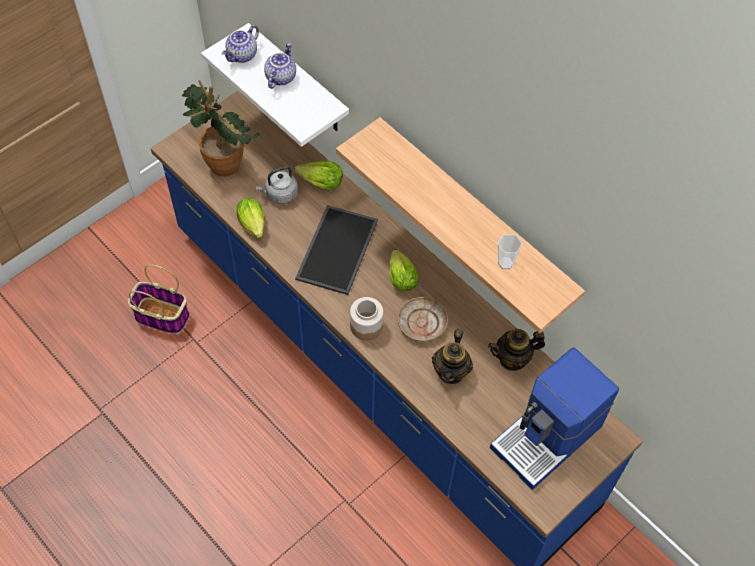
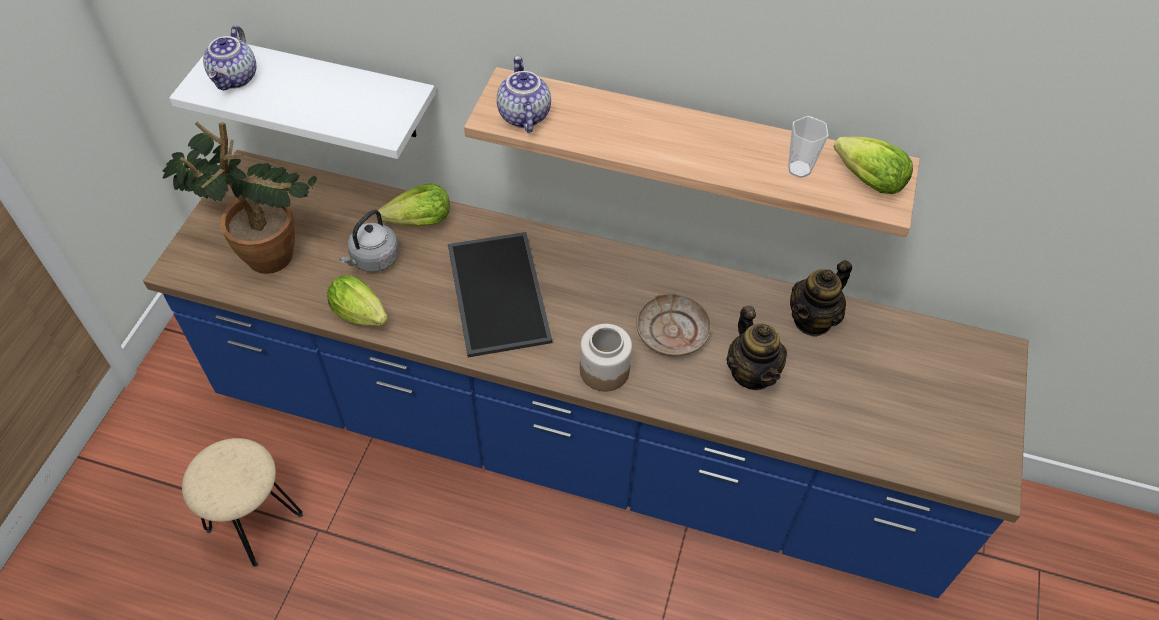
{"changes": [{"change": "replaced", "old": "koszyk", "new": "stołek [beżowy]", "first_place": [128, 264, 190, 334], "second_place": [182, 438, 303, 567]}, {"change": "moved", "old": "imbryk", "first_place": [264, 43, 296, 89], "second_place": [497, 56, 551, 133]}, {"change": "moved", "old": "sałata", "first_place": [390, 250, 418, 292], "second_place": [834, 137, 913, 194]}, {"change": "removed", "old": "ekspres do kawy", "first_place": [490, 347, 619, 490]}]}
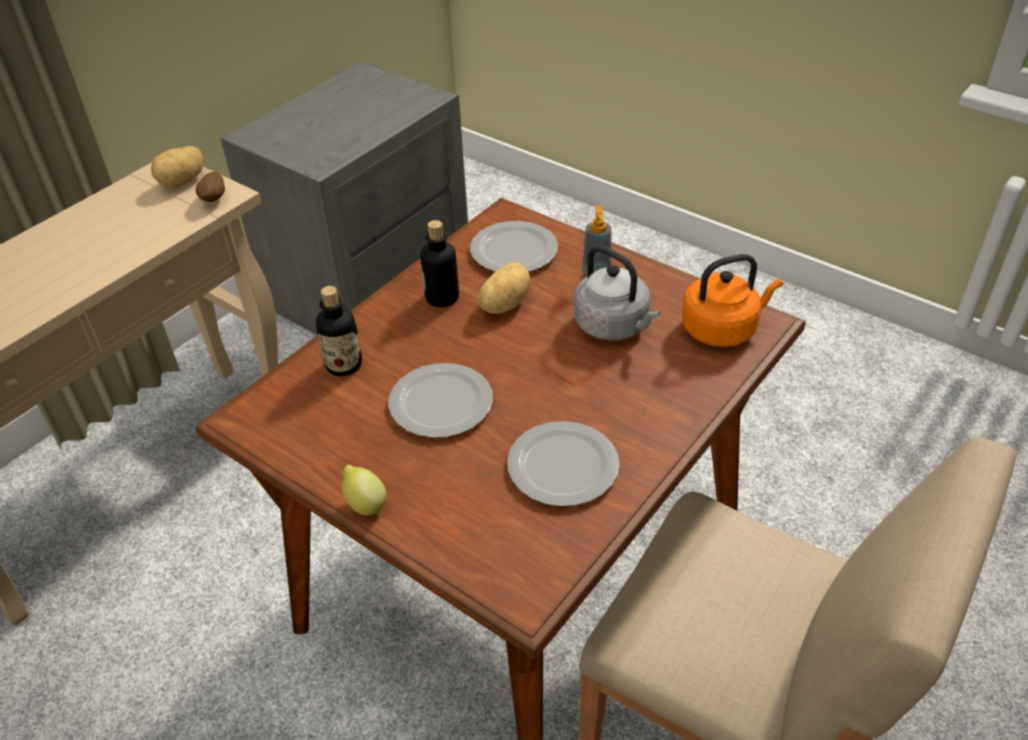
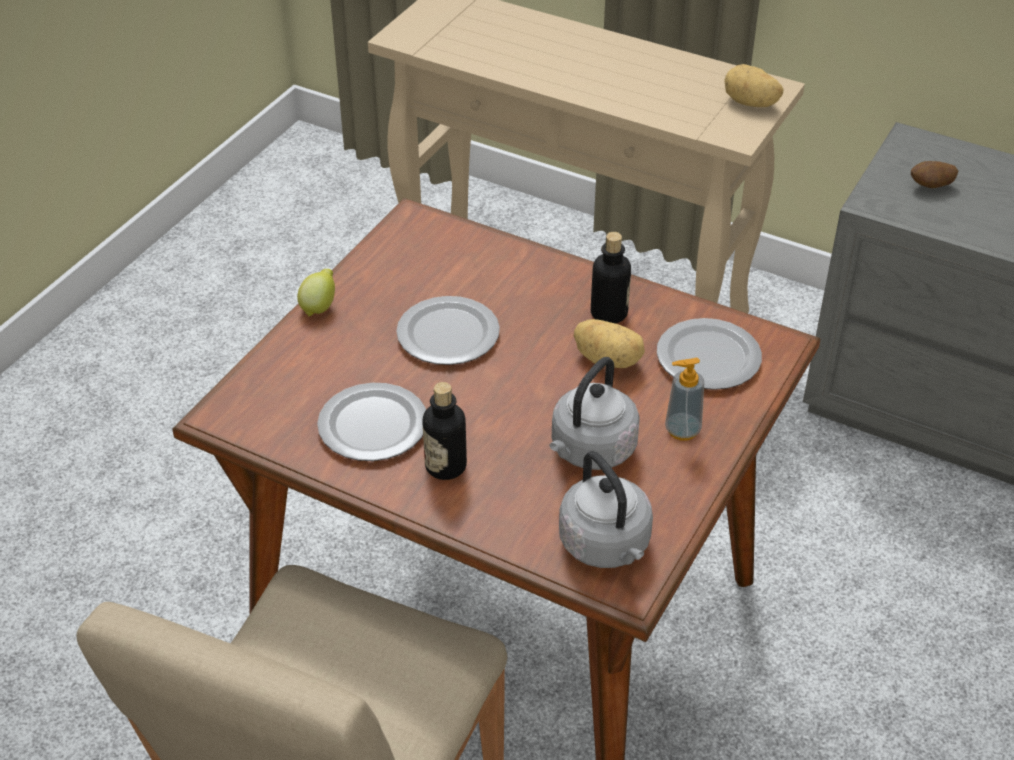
{"changes": [{"change": "moved", "old": "ziemniak", "first_place": [196, 171, 225, 202], "second_place": [911, 161, 958, 188]}, {"change": "moved", "old": "butelka", "first_place": [316, 286, 362, 376], "second_place": [423, 382, 467, 480]}, {"change": "recoloured", "old": "czajnik [pomarańczowy]", "new": "czajnik [szary]", "first_place": [682, 254, 783, 347], "second_place": [559, 451, 653, 568]}]}
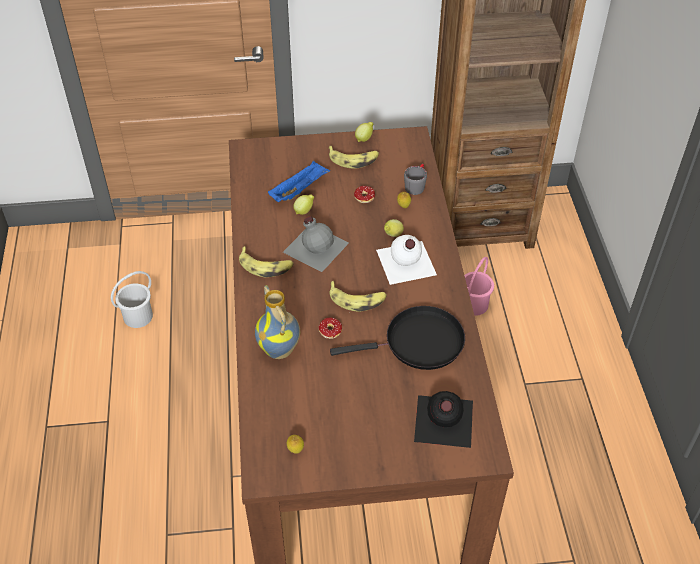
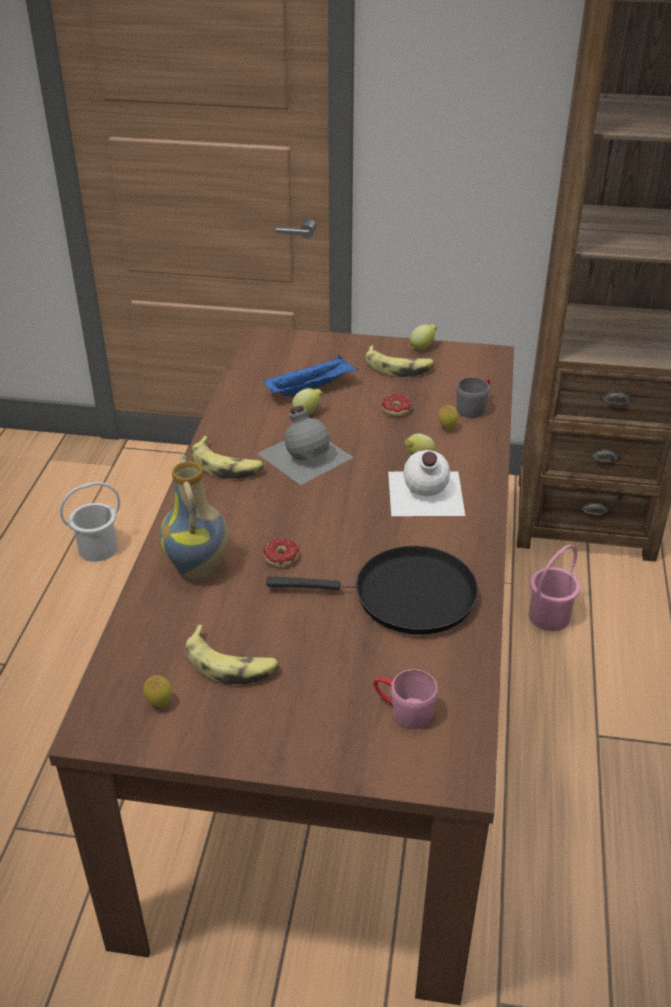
{"changes": [{"change": "moved", "old": "banan", "first_place": [330, 281, 387, 312], "second_place": [186, 624, 279, 685]}, {"change": "replaced", "old": "butelka [czarny]", "new": "kubek [różowy]", "first_place": [414, 391, 473, 448], "second_place": [373, 669, 438, 729]}]}
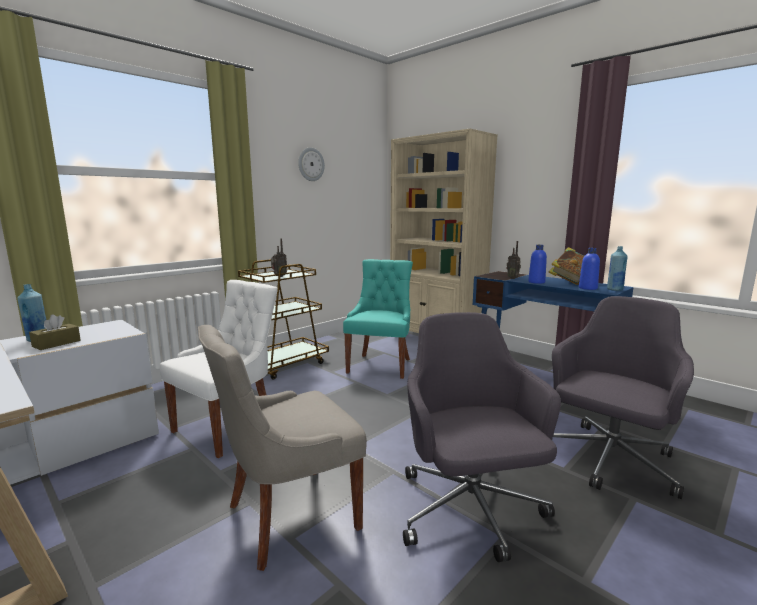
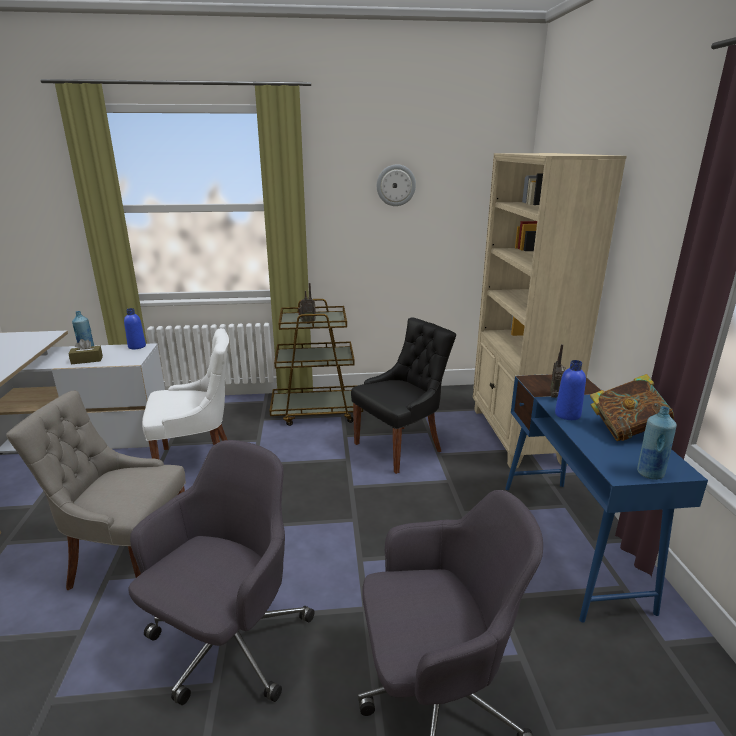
{"changes": [{"change": "recoloured", "old": "krzesło [turkusowy]", "new": "krzesło [czarny]", "first_place": [343, 259, 413, 379], "second_place": [351, 317, 456, 474]}, {"change": "moved", "old": "butelka [niebieski]", "first_place": [579, 248, 600, 290], "second_place": [124, 308, 146, 349]}]}
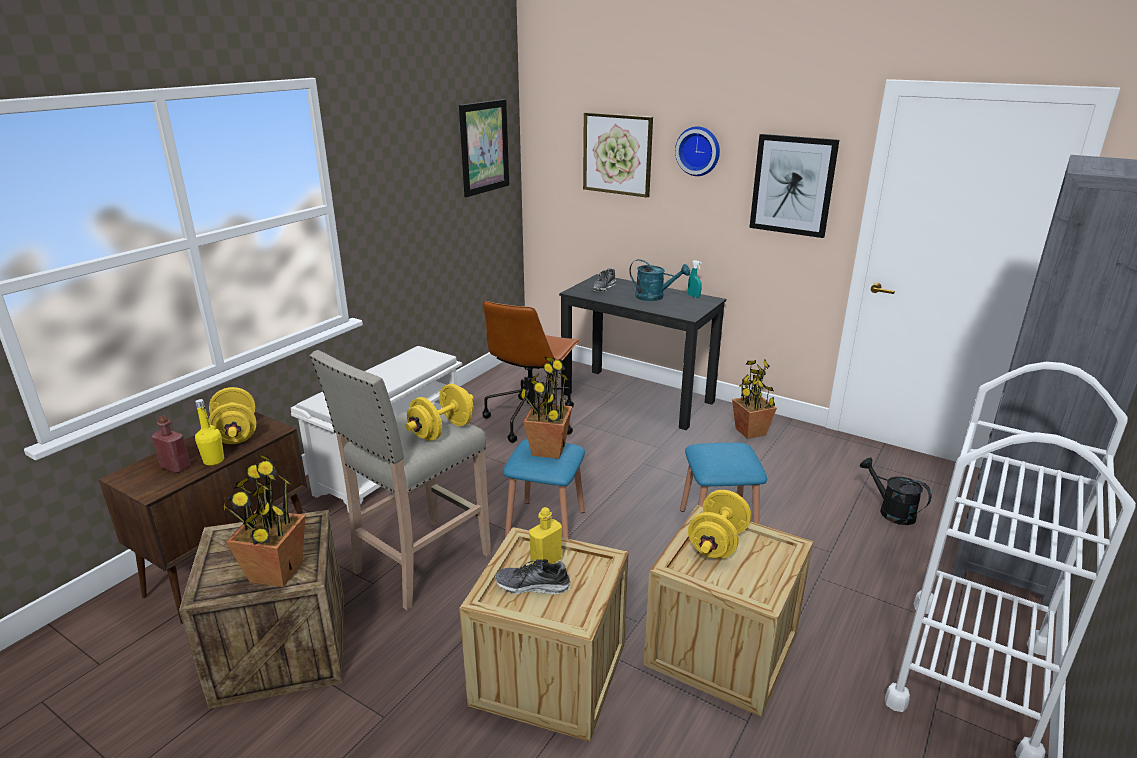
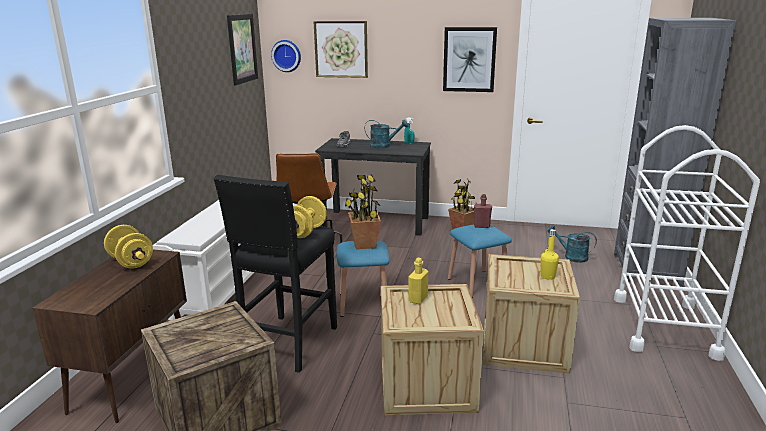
{"changes": [{"change": "moved", "old": "butelka [czerwony]", "first_place": [152, 415, 190, 473], "second_place": [474, 194, 492, 228]}, {"change": "moved", "old": "butelka [żółty]", "first_place": [195, 399, 224, 466], "second_place": [541, 229, 559, 280]}, {"change": "removed", "old": "roślina doniczkowa", "first_place": [223, 454, 306, 587]}, {"change": "recoloured", "old": "stołek [beżowy]", "new": "stołek [czarny]", "first_place": [310, 350, 491, 610], "second_place": [214, 175, 337, 373]}, {"change": "removed", "old": "but", "first_place": [495, 559, 570, 594]}, {"change": "moved", "old": "zegar ścienny", "first_place": [675, 126, 720, 176], "second_place": [271, 40, 301, 72]}, {"change": "removed", "old": "hantel [żółty]", "first_place": [688, 490, 751, 559]}, {"change": "recoloured", "old": "konewka [czarny]", "new": "konewka [turkusowy]", "first_place": [860, 457, 932, 525], "second_place": [548, 225, 597, 263]}]}
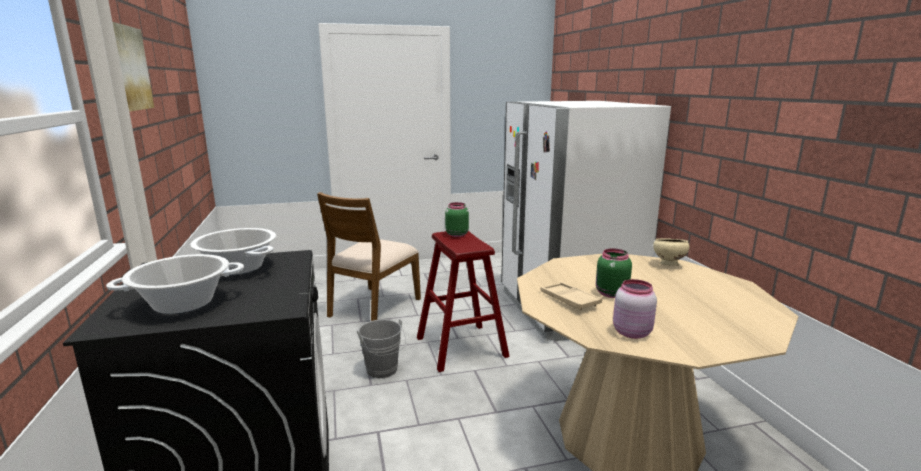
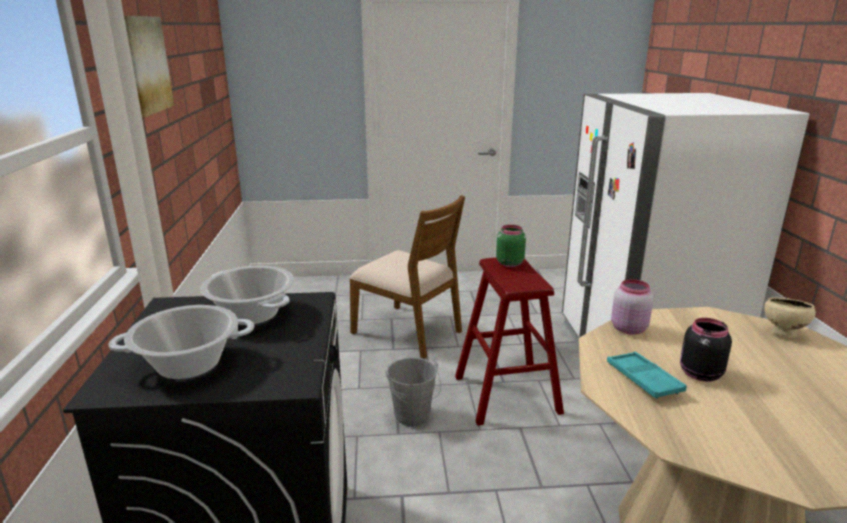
{"changes": [{"change": "turned", "old": "krzesło [brązowy]", "first_place": [317, 192, 421, 321], "second_place": [350, 195, 465, 359], "degrees": -90}, {"change": "recoloured", "old": "taca [beżowy]", "new": "taca [turkusowy]", "first_place": [540, 282, 602, 310], "second_place": [607, 351, 687, 398]}, {"change": "recoloured", "old": "słoik [zielony]", "new": "słoik [czarny]", "first_place": [596, 248, 632, 298], "second_place": [680, 318, 732, 382]}, {"change": "moved", "old": "słoik [różowy]", "first_place": [613, 279, 657, 339], "second_place": [611, 279, 653, 335]}]}
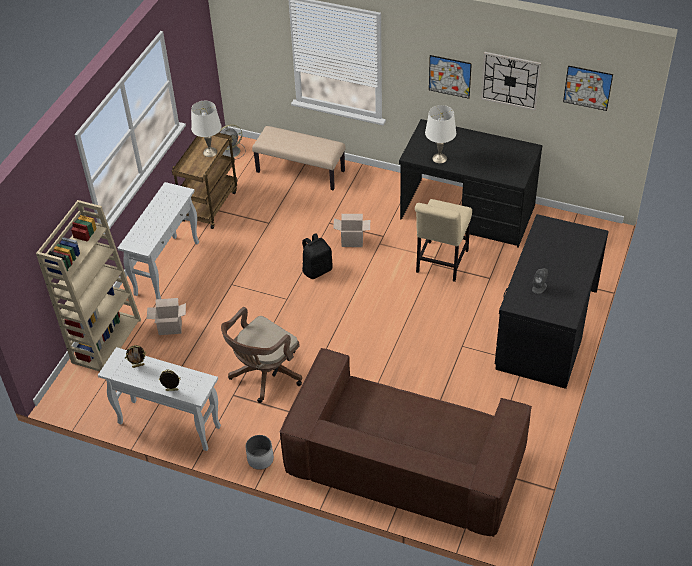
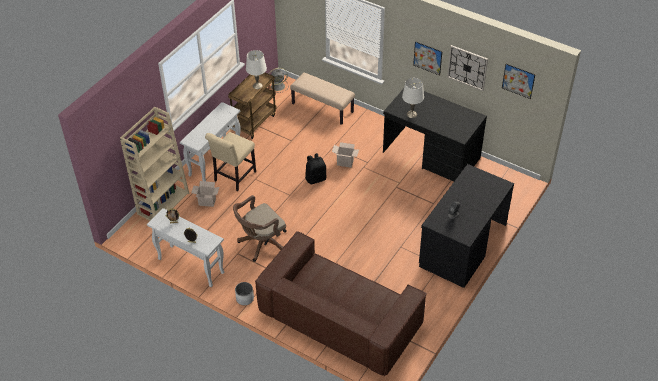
{"changes": [{"change": "moved", "old": "krzesło [beżowy]", "first_place": [415, 199, 472, 282], "second_place": [205, 132, 256, 191]}]}
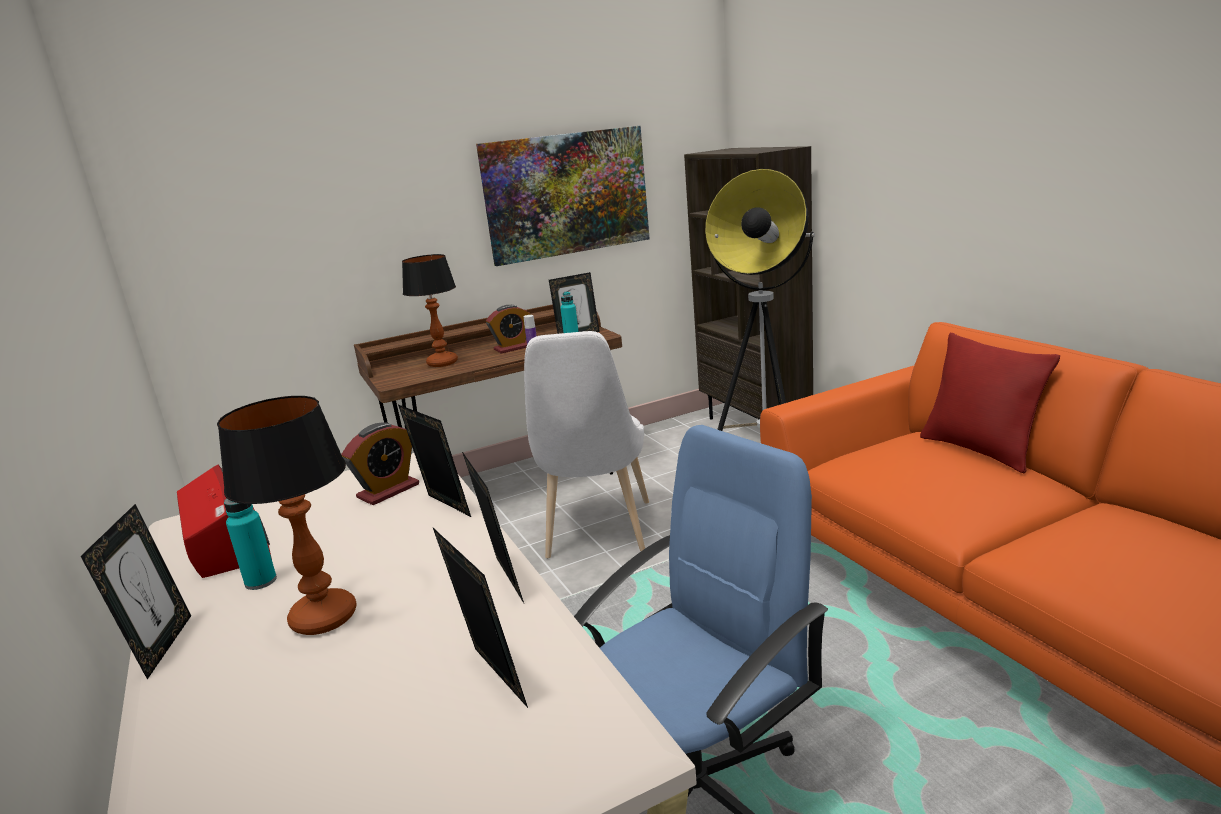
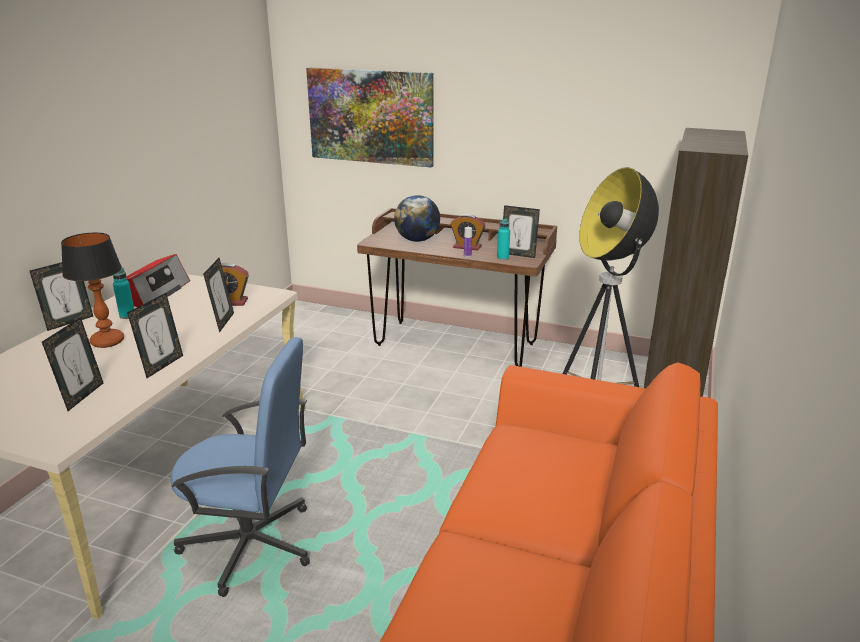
{"changes": [{"change": "replaced", "old": "lampa stołowa", "new": "globus", "first_place": [402, 254, 458, 367], "second_place": [394, 195, 440, 242]}, {"change": "moved", "old": "obraz", "first_place": [476, 126, 650, 266], "second_place": [306, 68, 434, 168]}, {"change": "removed", "old": "krzesło [biały]", "first_place": [524, 331, 649, 558]}, {"change": "removed", "old": "poduszka [czerwony]", "first_place": [920, 333, 1060, 473]}]}
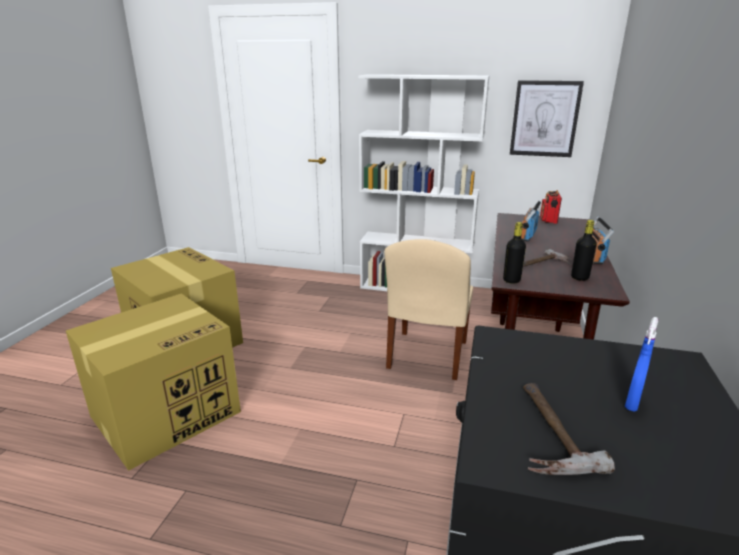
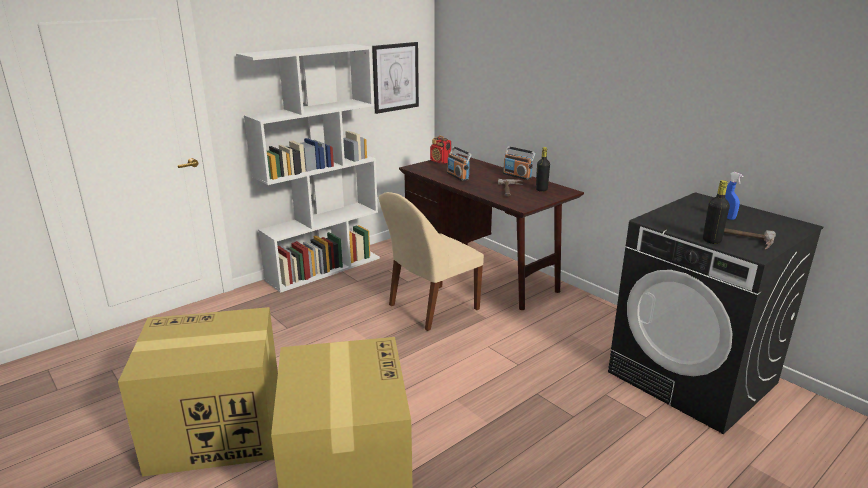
{"changes": [{"change": "turned", "old": "krzesło [beżowy]", "first_place": [384, 239, 473, 380], "second_place": [379, 192, 484, 331], "degrees": 90}, {"change": "moved", "old": "butelka [czarny]", "first_place": [503, 222, 526, 284], "second_place": [703, 180, 730, 244]}]}
